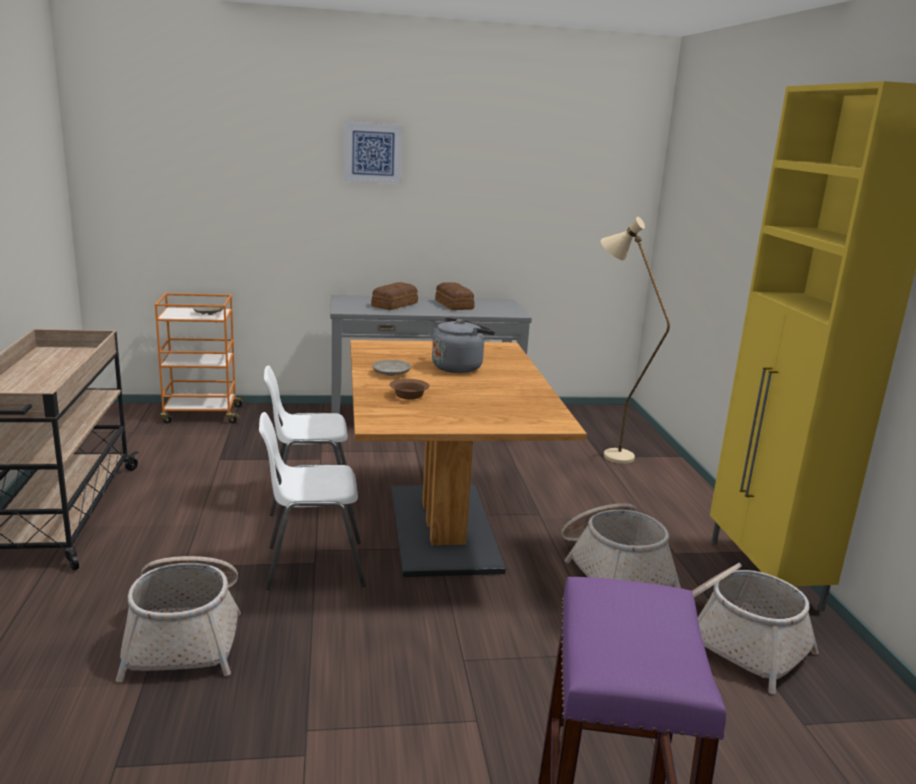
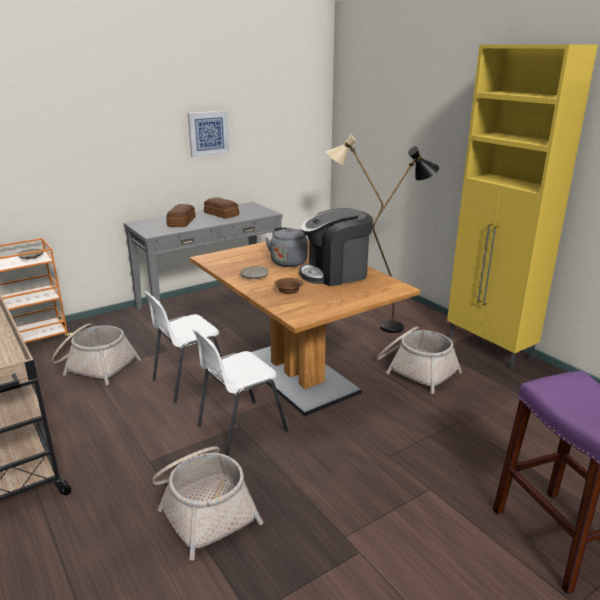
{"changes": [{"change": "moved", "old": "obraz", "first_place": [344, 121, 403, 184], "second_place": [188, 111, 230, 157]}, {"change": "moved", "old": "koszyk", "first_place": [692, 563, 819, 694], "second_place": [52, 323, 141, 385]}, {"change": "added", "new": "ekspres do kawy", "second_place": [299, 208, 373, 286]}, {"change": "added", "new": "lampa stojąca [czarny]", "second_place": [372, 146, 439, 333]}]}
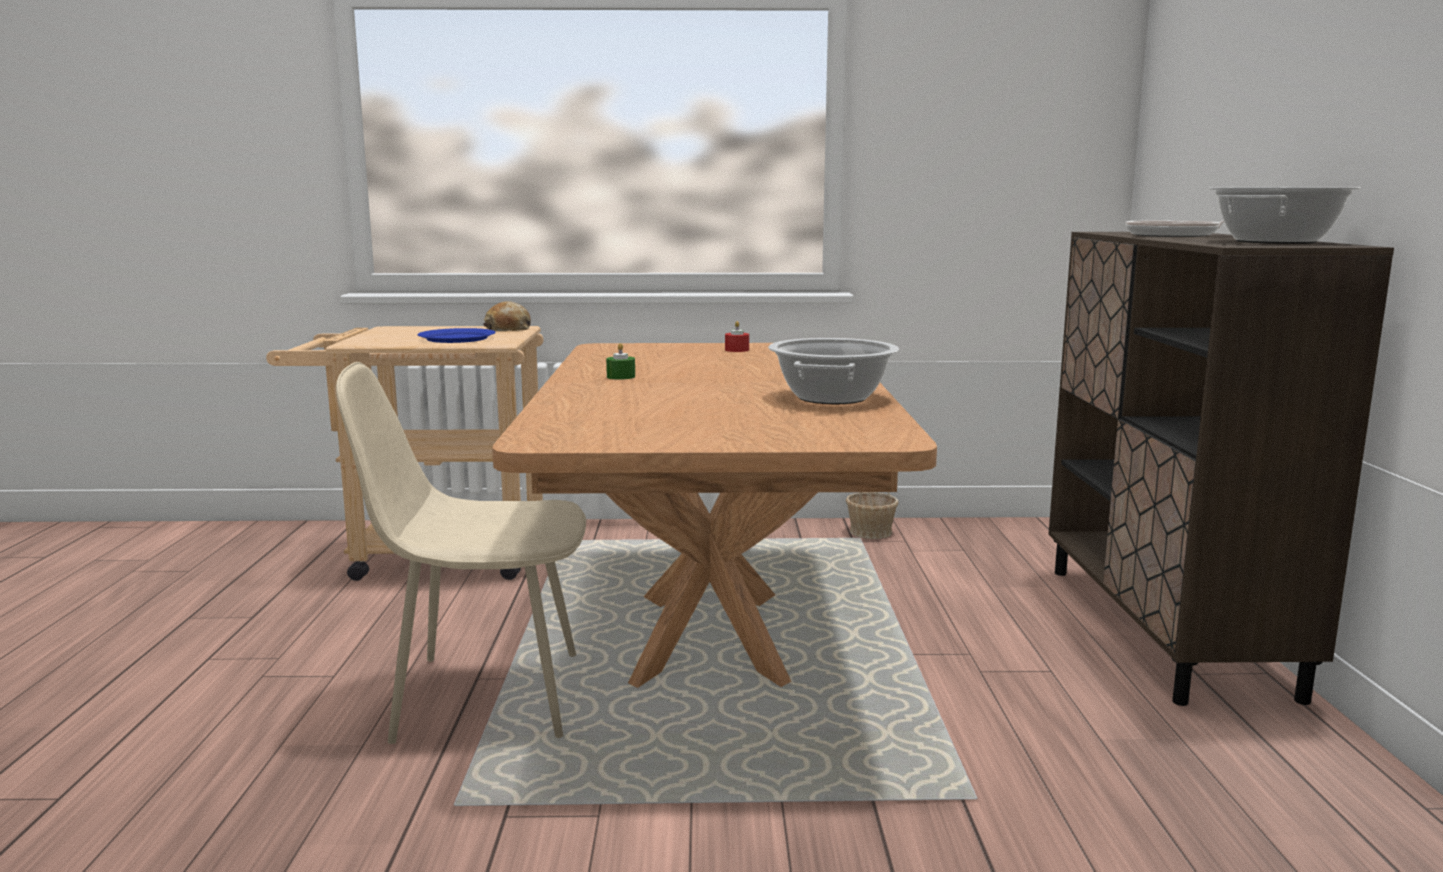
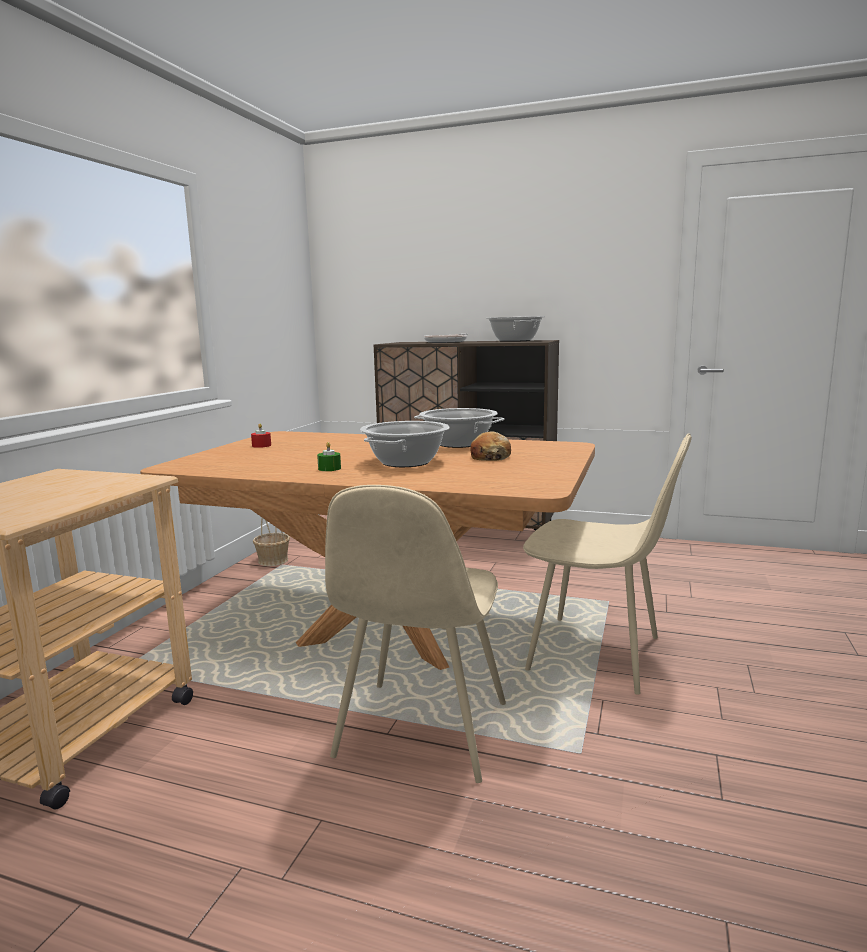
{"changes": [{"change": "removed", "old": "talerz [niebieski]", "first_place": [418, 328, 496, 343]}, {"change": "moved", "old": "chleb", "first_place": [483, 301, 531, 331], "second_place": [471, 431, 511, 461]}, {"change": "added", "new": "garnek", "second_place": [360, 421, 450, 467]}, {"change": "added", "new": "krzesło [beżowy]", "second_place": [523, 433, 692, 695]}]}
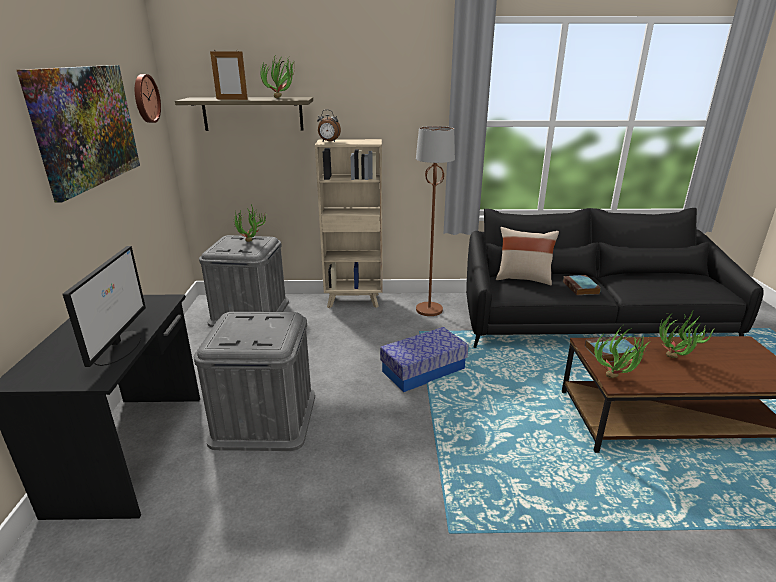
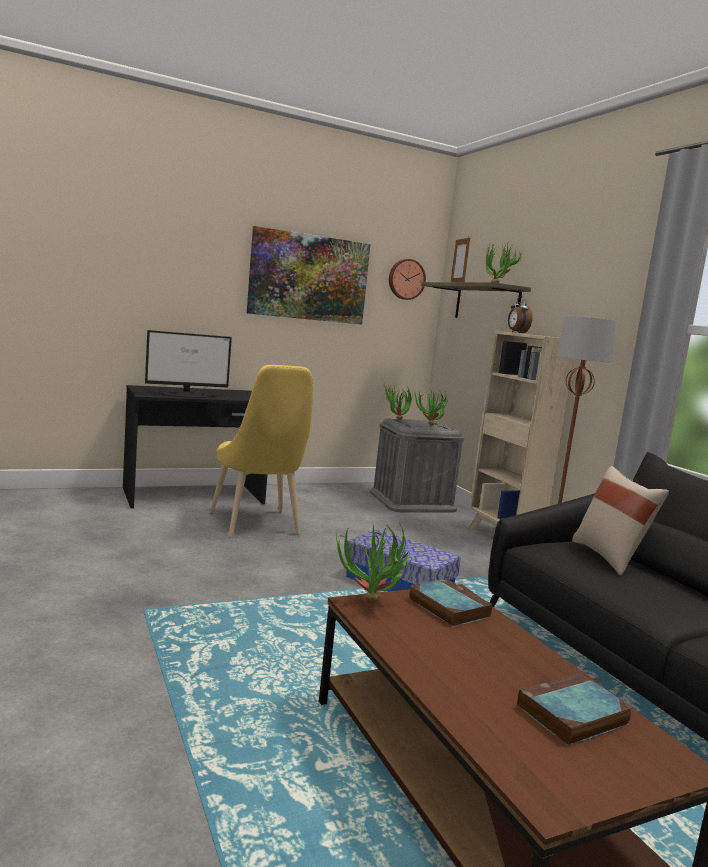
{"changes": [{"change": "replaced", "old": "pojemnik do przechowywania [szary]", "new": "krzesło [żółty]", "first_place": [194, 312, 315, 451], "second_place": [210, 365, 313, 538]}, {"change": "moved", "old": "książka", "first_place": [563, 275, 601, 295], "second_place": [517, 673, 633, 746]}, {"change": "moved", "old": "roślina doniczkowa", "first_place": [659, 311, 714, 358], "second_place": [384, 384, 412, 420]}]}
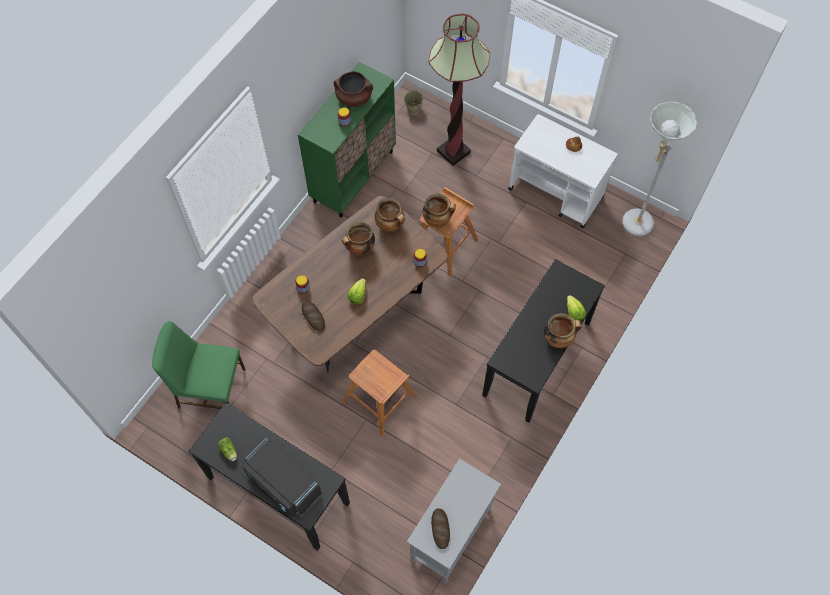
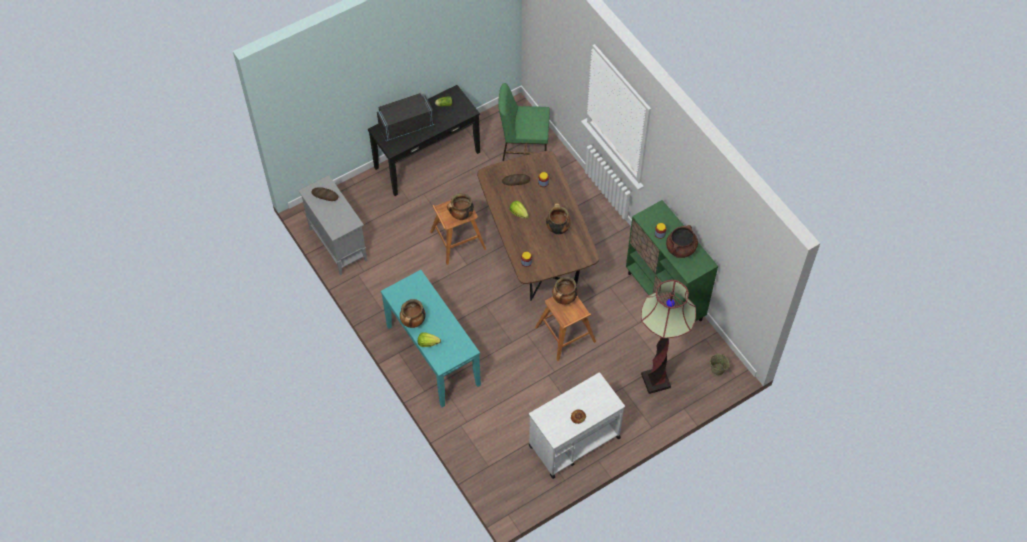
{"changes": [{"change": "turned", "old": "krzesło [zielony]", "first_place": [152, 321, 246, 409], "second_place": [498, 83, 550, 161], "degrees": -120}, {"change": "moved", "old": "garnek", "first_place": [374, 198, 405, 232], "second_place": [447, 193, 474, 220]}, {"change": "recoloured", "old": "stolik konsolowy [czarny]", "new": "stolik konsolowy [turkusowy]", "first_place": [482, 259, 605, 423], "second_place": [381, 270, 481, 407]}, {"change": "removed", "old": "lampa stojąca [szary]", "first_place": [622, 101, 697, 236]}]}
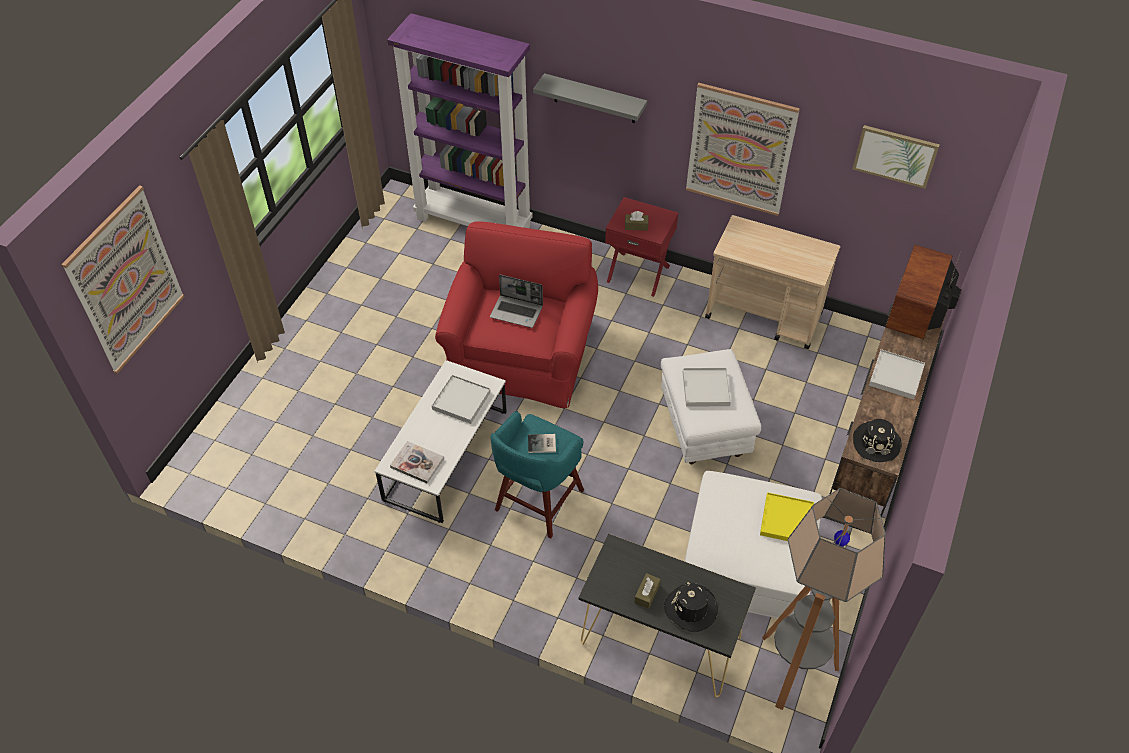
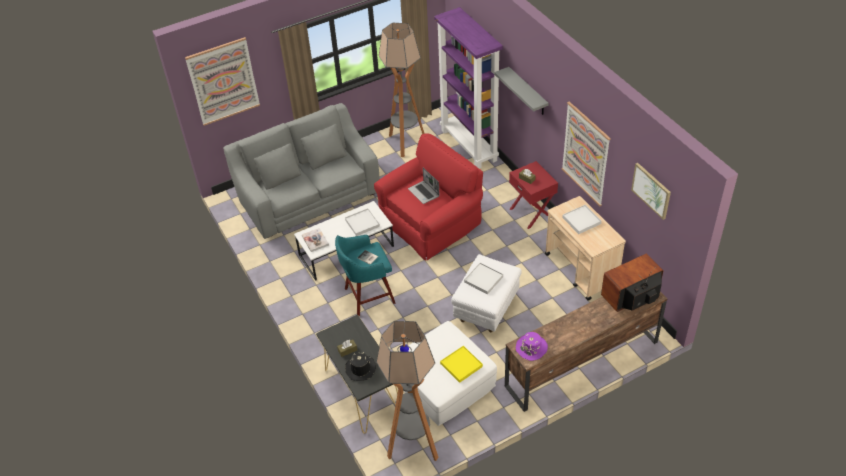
{"changes": [{"change": "recoloured", "old": "kapelusz [czarny]", "new": "kapelusz [fioletowy]", "first_place": [853, 419, 901, 462], "second_place": [516, 332, 548, 361]}, {"change": "moved", "old": "taca [biały]", "first_place": [869, 349, 925, 400], "second_place": [562, 205, 602, 234]}, {"change": "added", "new": "kanapa [szary]", "second_place": [223, 103, 380, 239]}, {"change": "added", "new": "lampa stojąca", "second_place": [379, 23, 425, 157]}]}
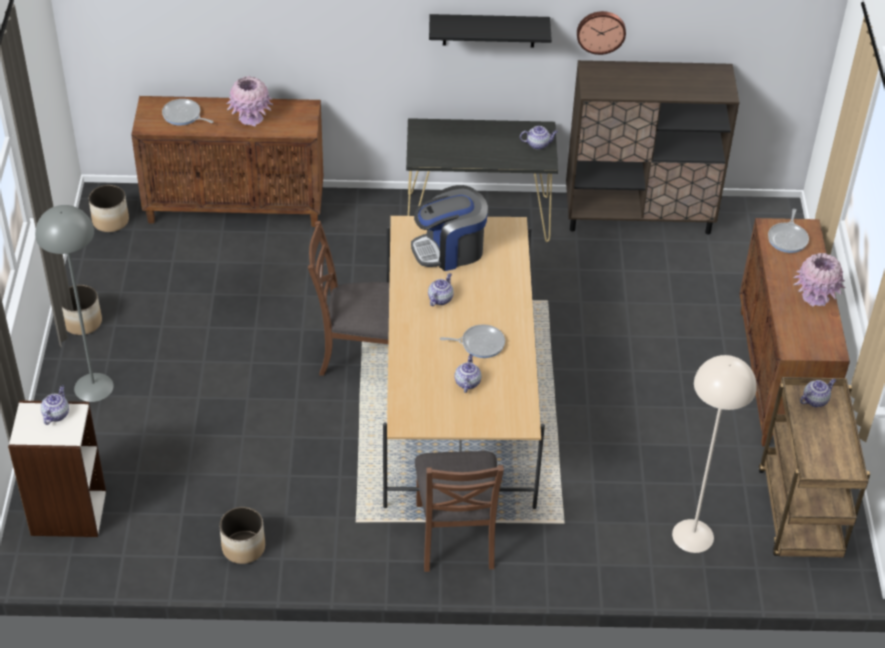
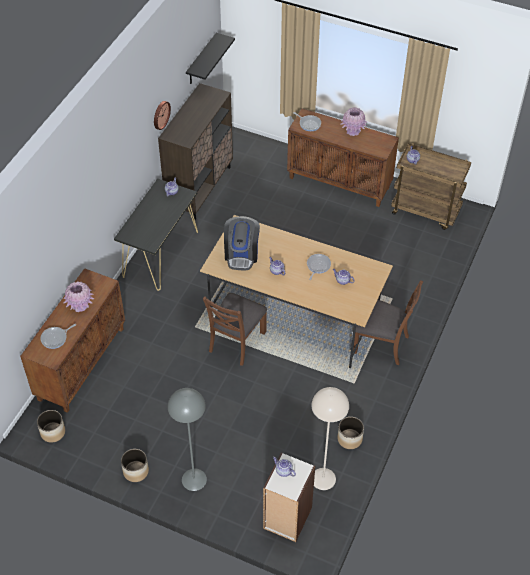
{"changes": [{"change": "moved", "old": "półka [czarny]", "first_place": [429, 14, 552, 48], "second_place": [186, 33, 235, 84]}, {"change": "moved", "old": "lampa stojąca [beżowy]", "first_place": [672, 355, 757, 553], "second_place": [311, 387, 349, 490]}]}
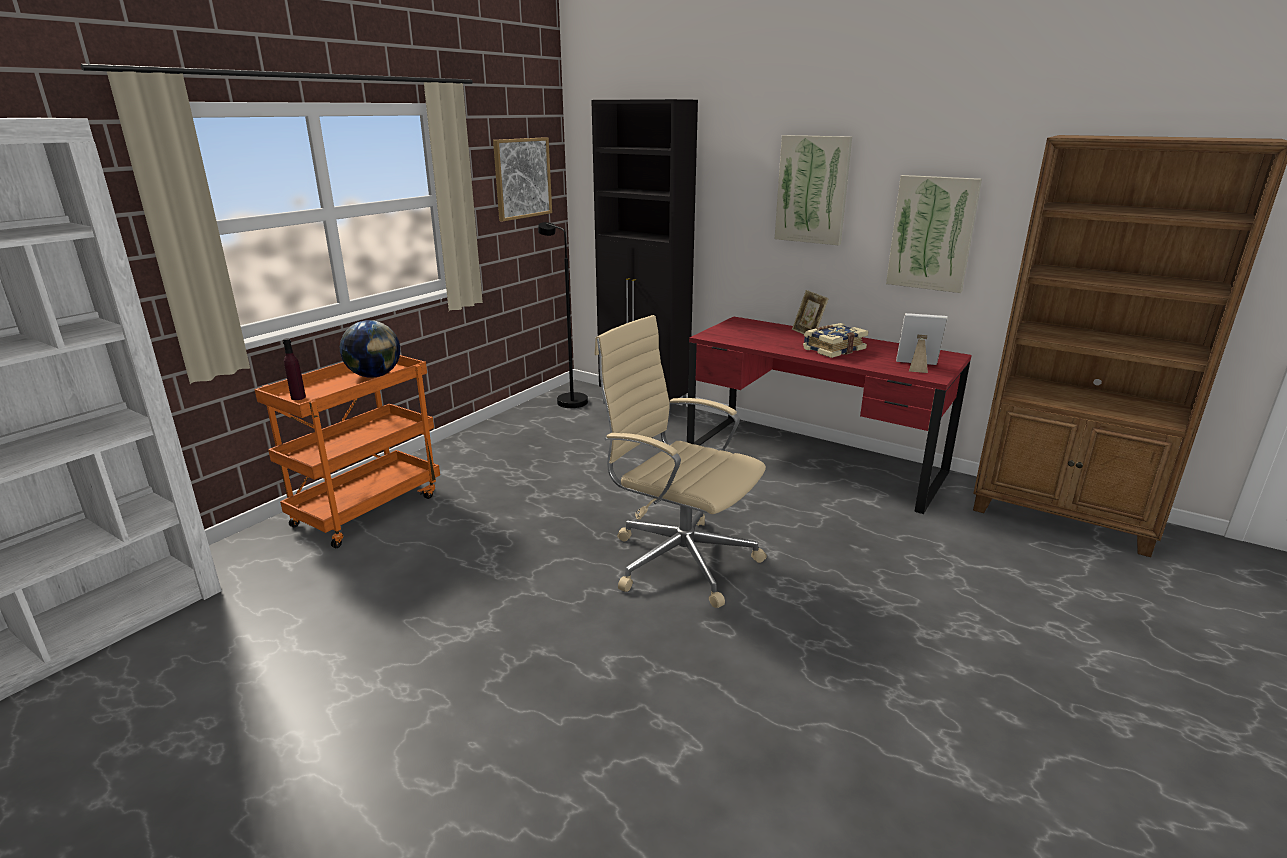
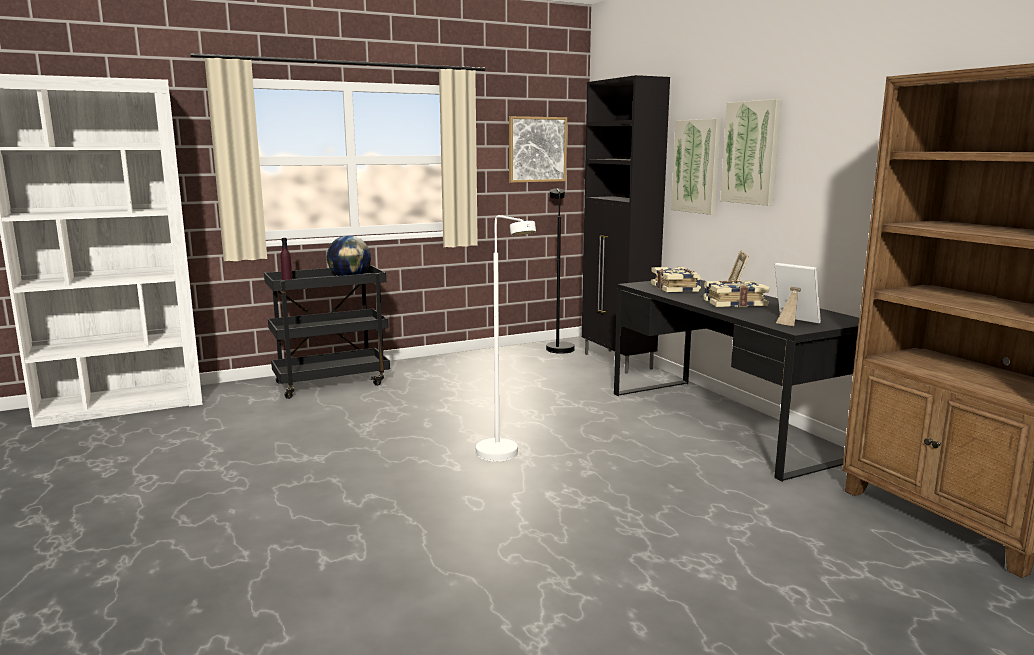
{"changes": [{"change": "recoloured", "old": "wózek [pomarańczowy]", "new": "wózek [czarny]", "first_place": [254, 355, 440, 548], "second_place": [264, 265, 390, 399]}, {"change": "replaced", "old": "krzesło biurowe [beżowy]", "new": "lampa stojąca [biały]", "first_place": [594, 315, 767, 608], "second_place": [476, 215, 536, 462]}, {"change": "recoloured", "old": "biurko [czerwony]", "new": "biurko [czarny]", "first_place": [687, 317, 972, 514], "second_place": [614, 280, 859, 482]}, {"change": "moved", "old": "obraz", "first_place": [886, 175, 982, 293], "second_place": [671, 119, 721, 215]}, {"change": "added", "new": "książka", "second_place": [651, 267, 701, 293]}]}
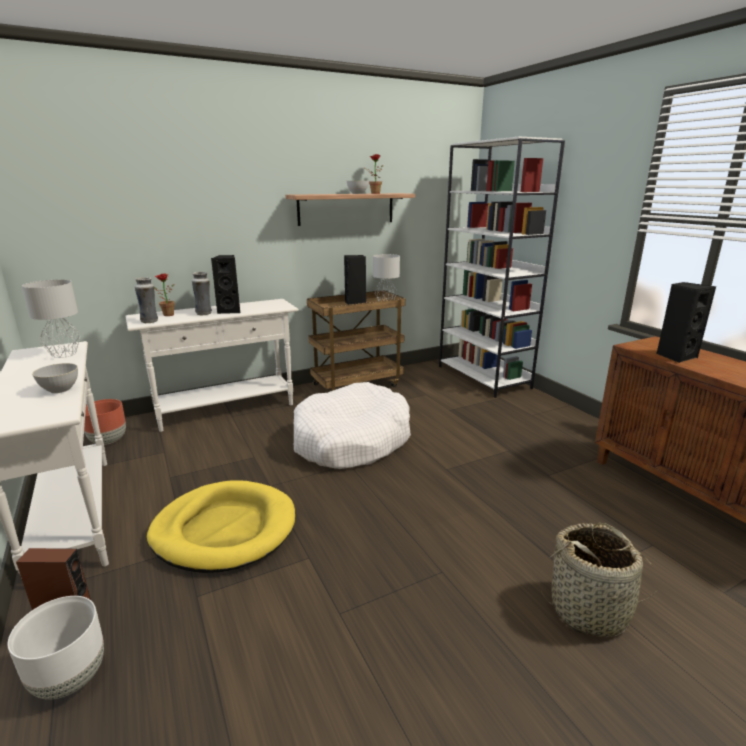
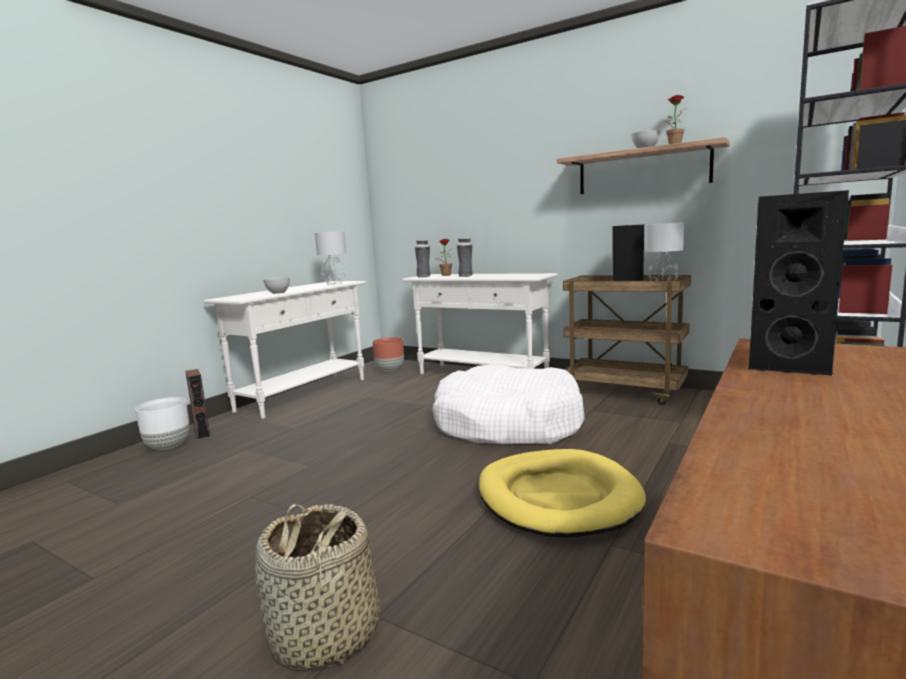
{"changes": [{"change": "moved", "old": "legowisko [żółty]", "first_place": [147, 480, 295, 573], "second_place": [479, 449, 646, 538]}, {"change": "removed", "old": "głośnik [czarny]", "first_place": [211, 255, 241, 314]}]}
